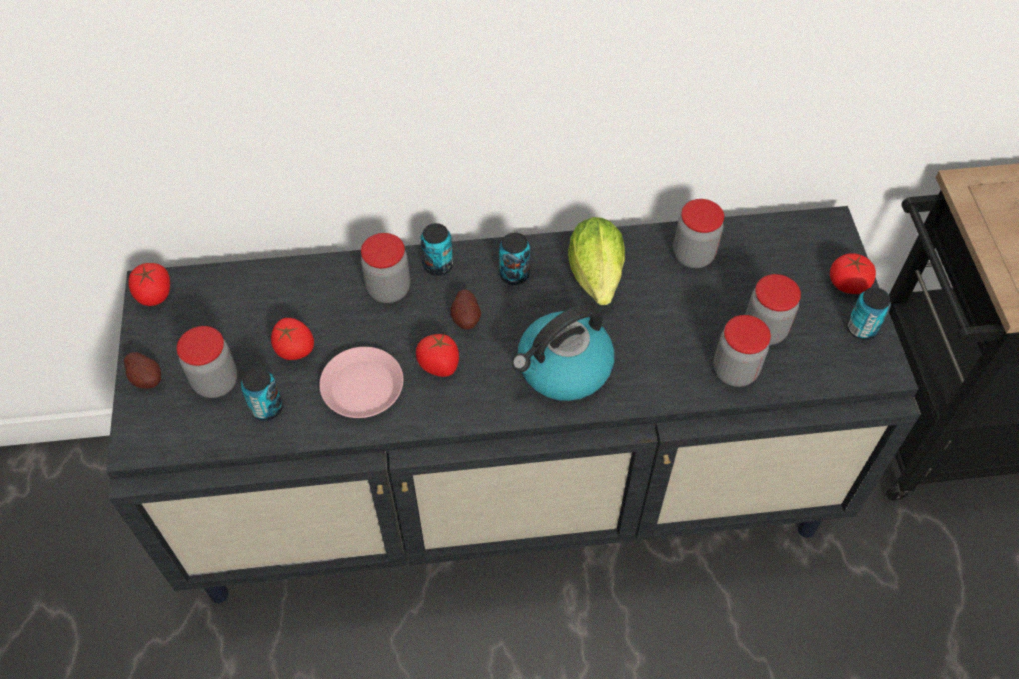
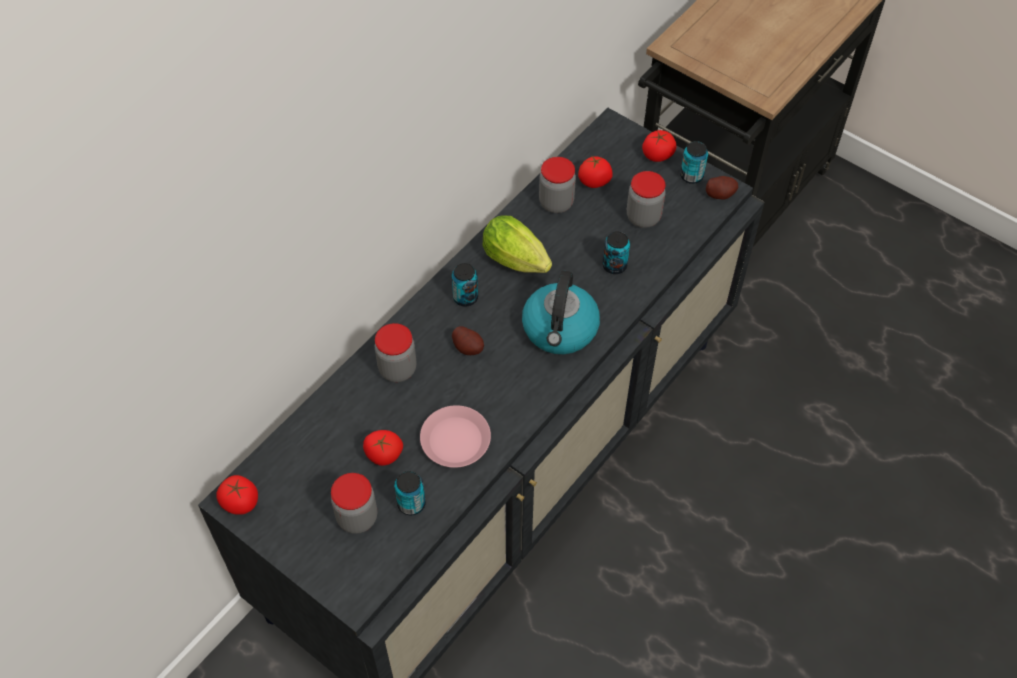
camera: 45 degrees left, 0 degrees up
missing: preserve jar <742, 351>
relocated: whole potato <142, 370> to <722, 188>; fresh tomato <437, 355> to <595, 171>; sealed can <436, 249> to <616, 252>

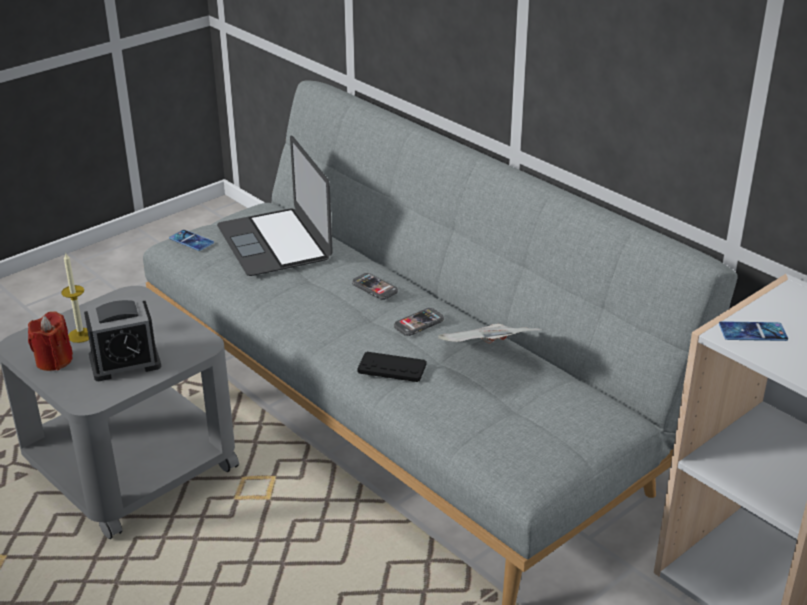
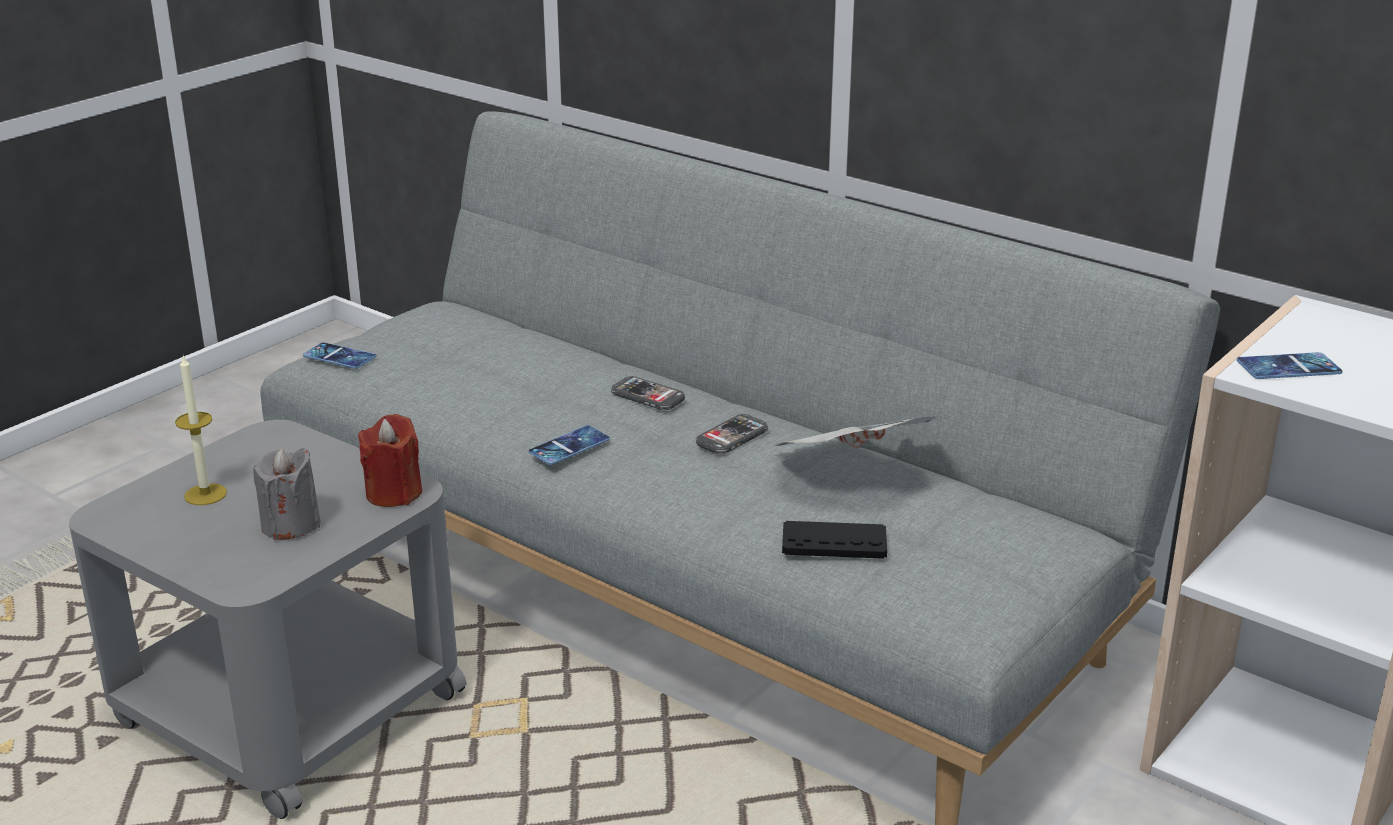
camera: 10 degrees left, 5 degrees down
missing: notebook computer <275, 206>
appeared: handset <569, 445>
relocated: red-coloured wax light <50, 341> to <390, 460>; black gamepad <391, 367> to <834, 540>
exchanged: table clock <122, 338> to greyish wax light <287, 494>

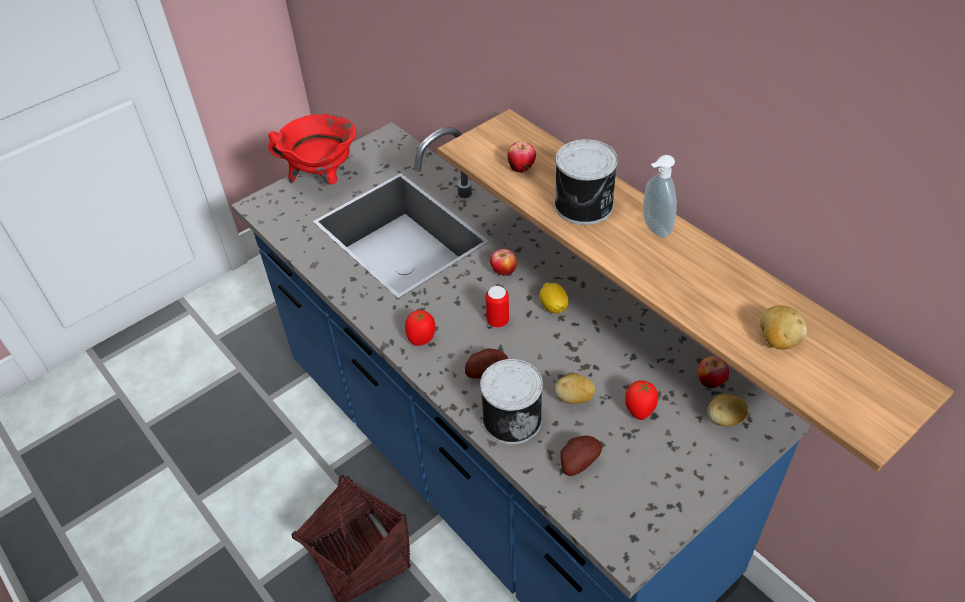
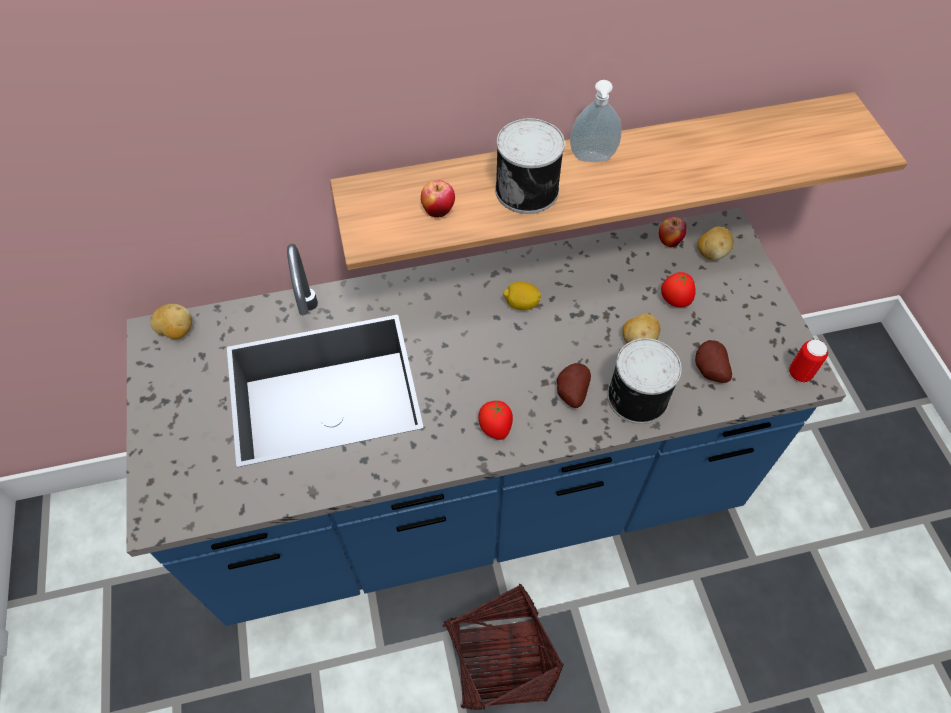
camera: 65 degrees left, 10 degrees up
missing: red-coloured saucepot <312, 149>; apple <503, 262>
relocated: sealed can <497, 307> to <808, 360>; whole potato <783, 327> to <171, 321>

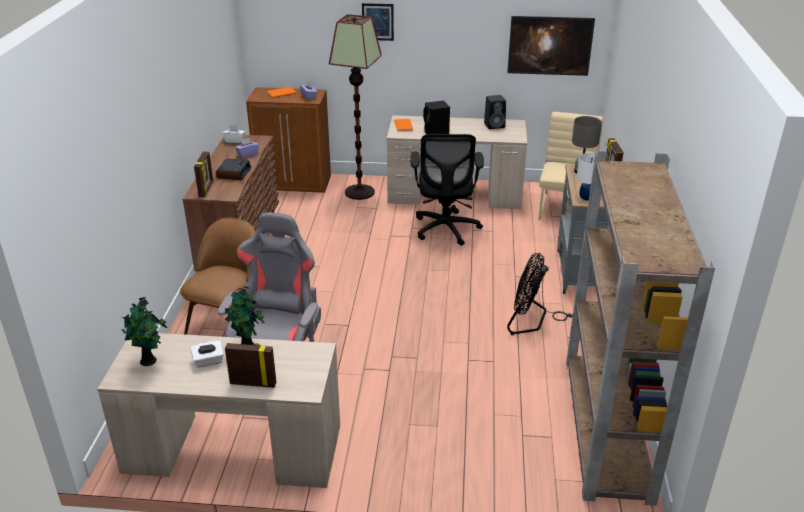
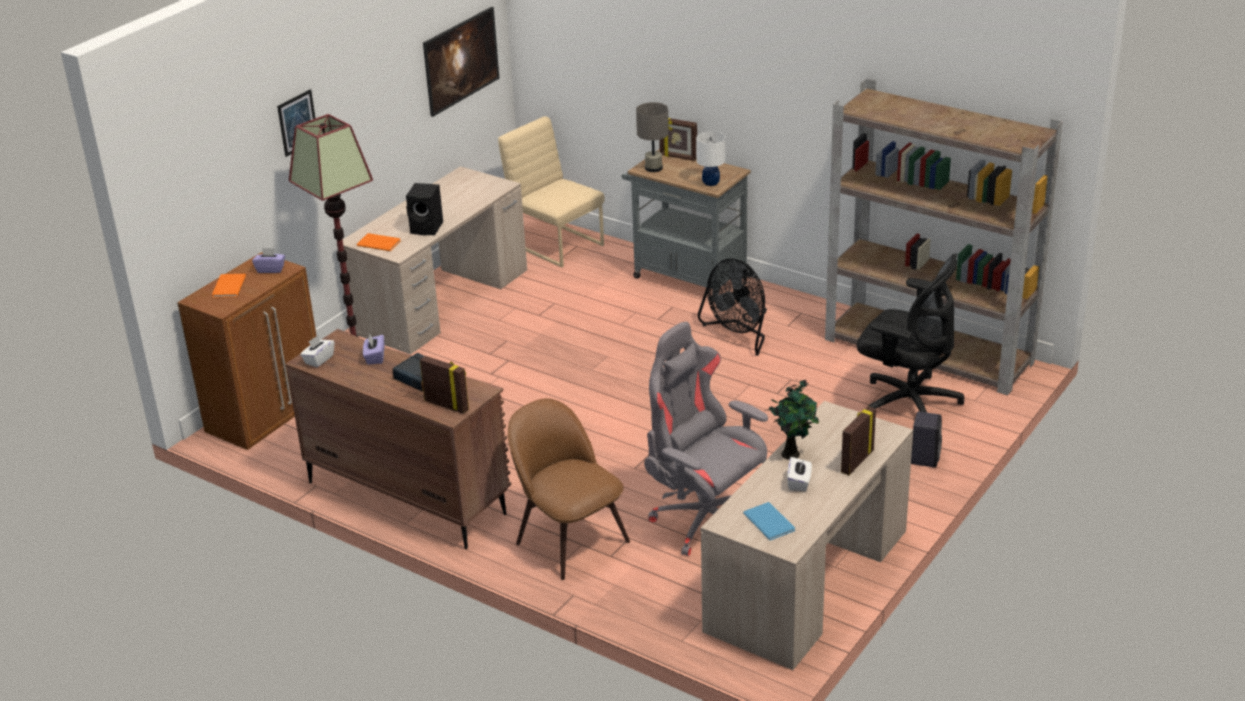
camera: 60 degrees left, 0 degrees up
relocated: black computer chair <447, 190> to <910, 333>; black loudspeaker <495, 112> to <926, 439>
exchanged: potted plant <144, 331> to blue bound book <769, 521>

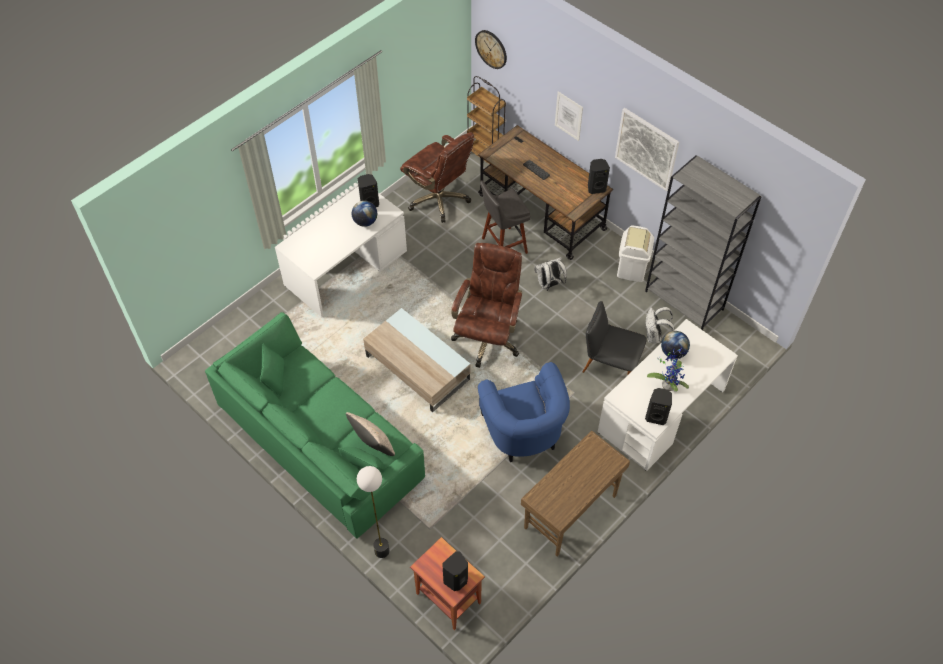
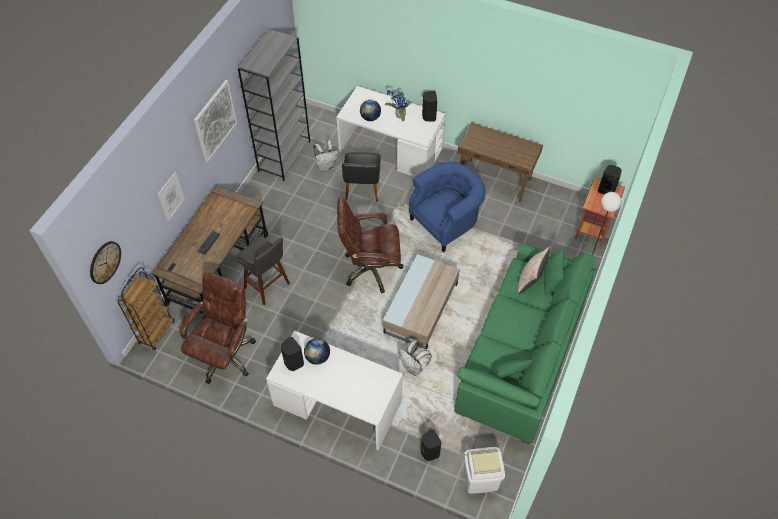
camera: 110 degrees left, 0 degrees up
relocated: white-coloured rucksack <551, 274> to <415, 358>; black loudspeaker <599, 176> to <431, 445>; white-coloured rubbish bin <635, 253> to <484, 470>

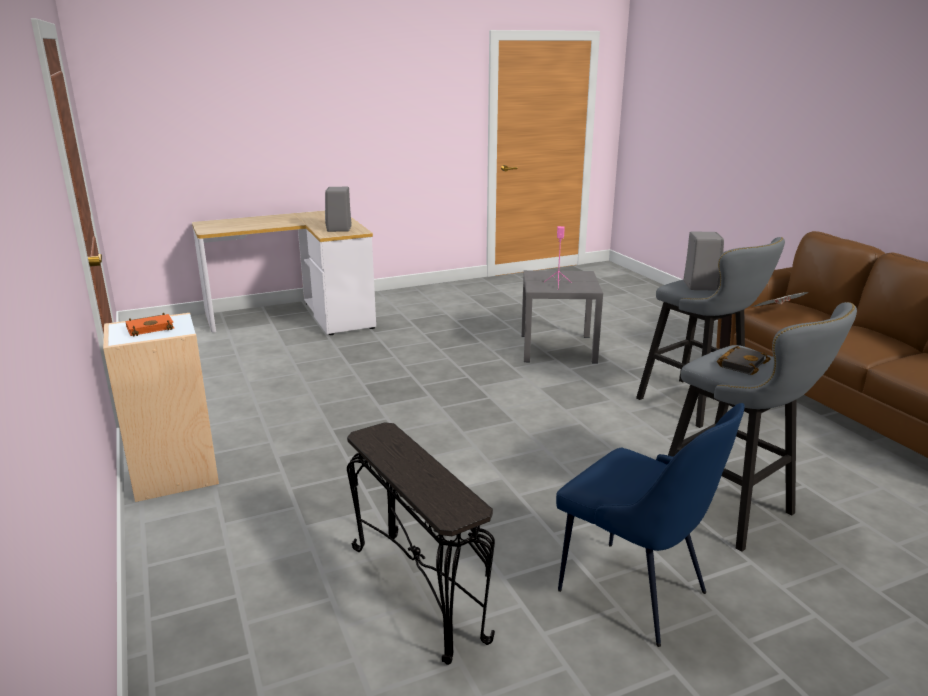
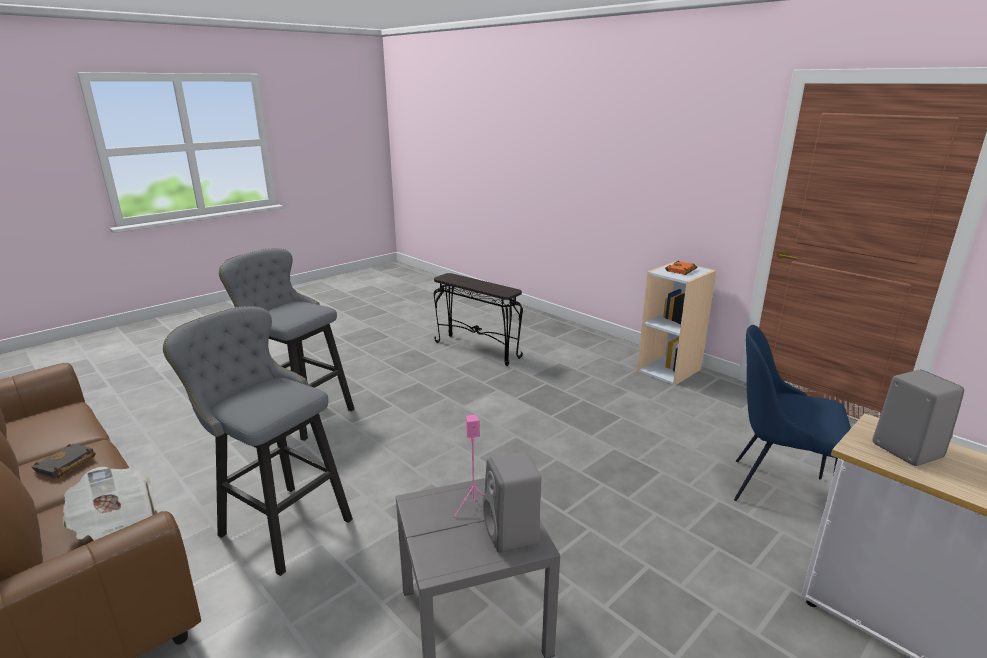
camera: 160 degrees right, 0 degrees up
relocated: blue upright chair <650, 525> to <792, 413>; greyish loudspeaker <704, 261> to <512, 502>; black bound book <744, 360> to <64, 461>

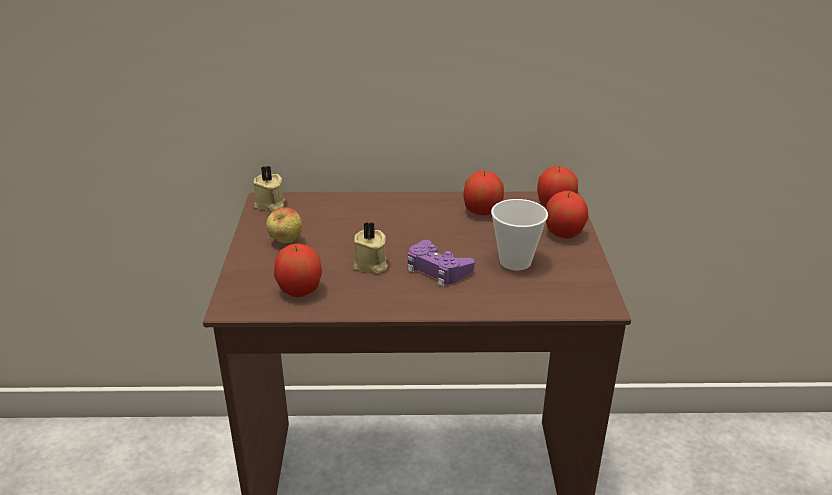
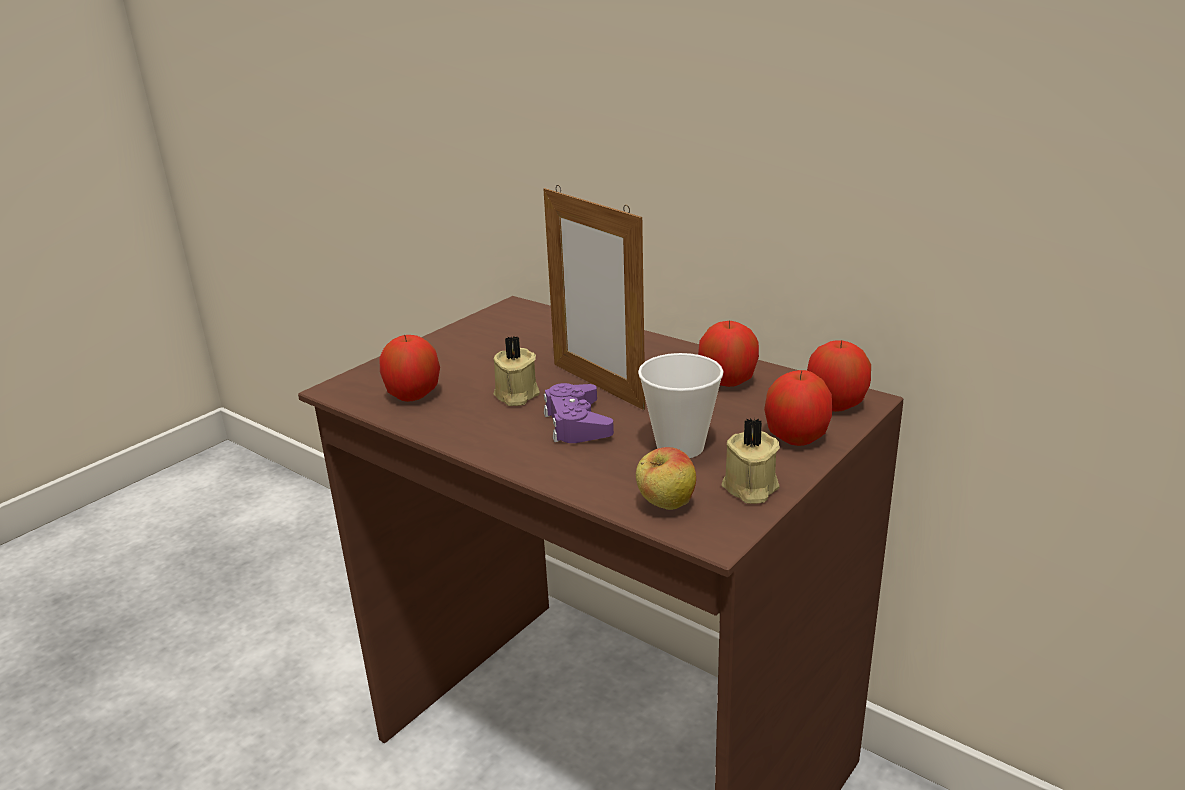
camera: 40 degrees right, 5 degrees down
appeared: picture frame <594, 297>
relocated: beige wax light <269, 188> to <751, 461>; apple <284, 225> to <666, 478>

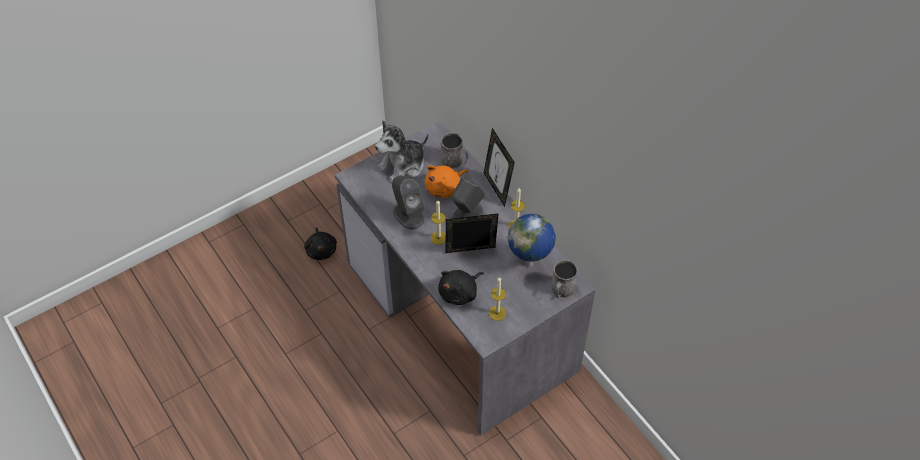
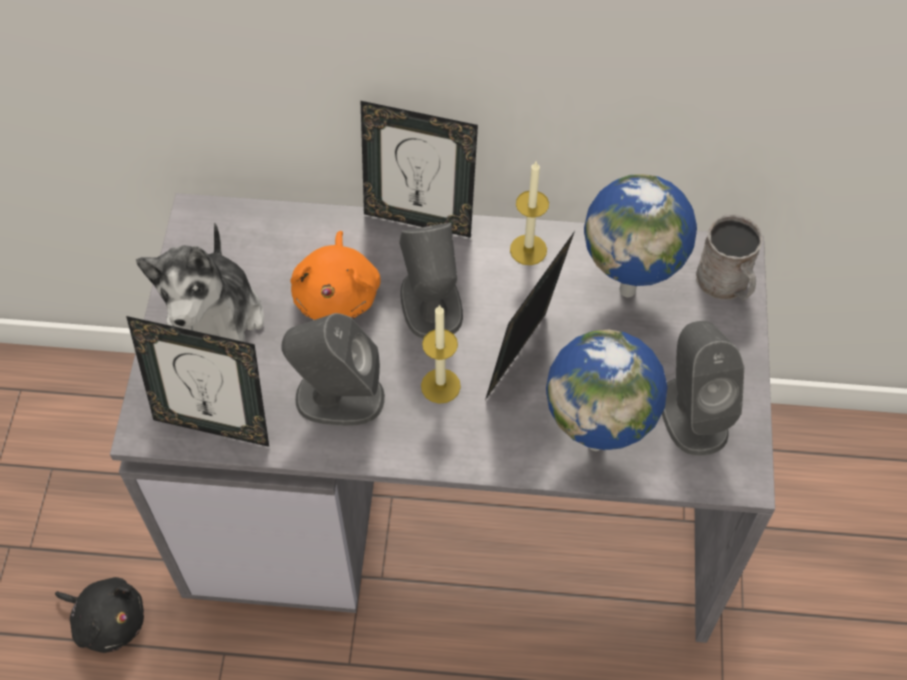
camera: 50 degrees left, 5 degrees up
missing: greyish mug <454, 150>
appeared: picture frame <197, 381>
exchanged: black cuddly toy <461, 287> to world globe <606, 390>; wax light <497, 299> to greyish loudspeaker <703, 388>

